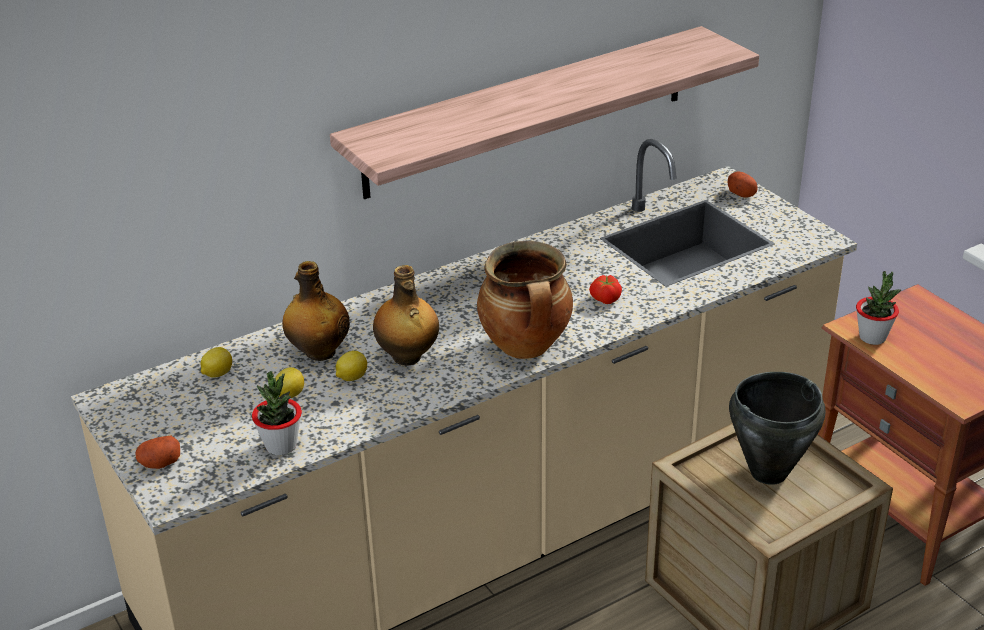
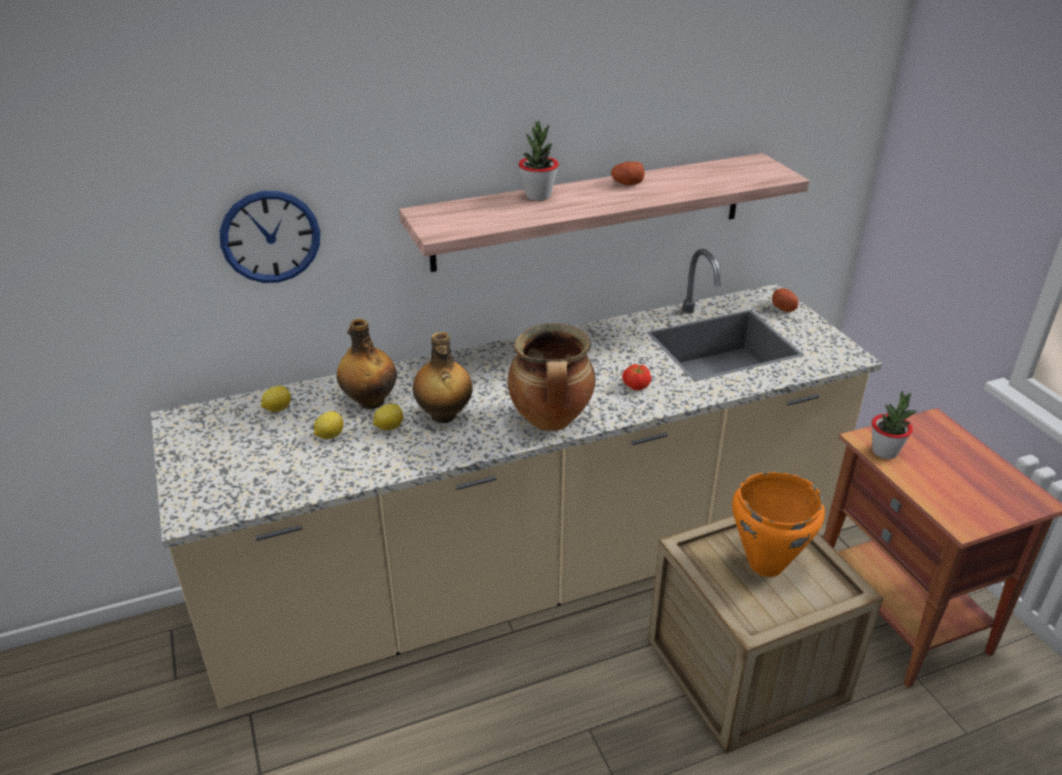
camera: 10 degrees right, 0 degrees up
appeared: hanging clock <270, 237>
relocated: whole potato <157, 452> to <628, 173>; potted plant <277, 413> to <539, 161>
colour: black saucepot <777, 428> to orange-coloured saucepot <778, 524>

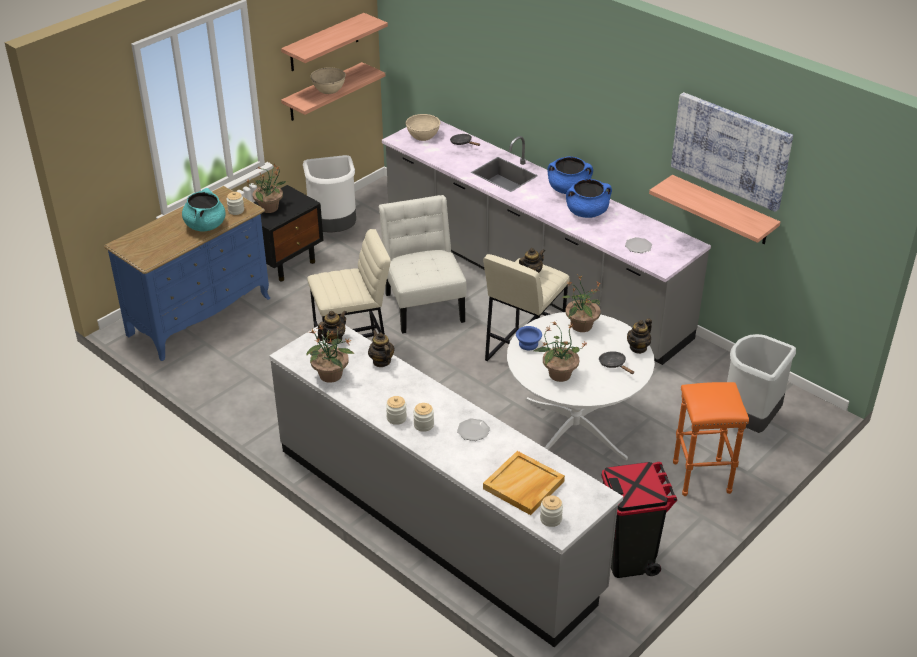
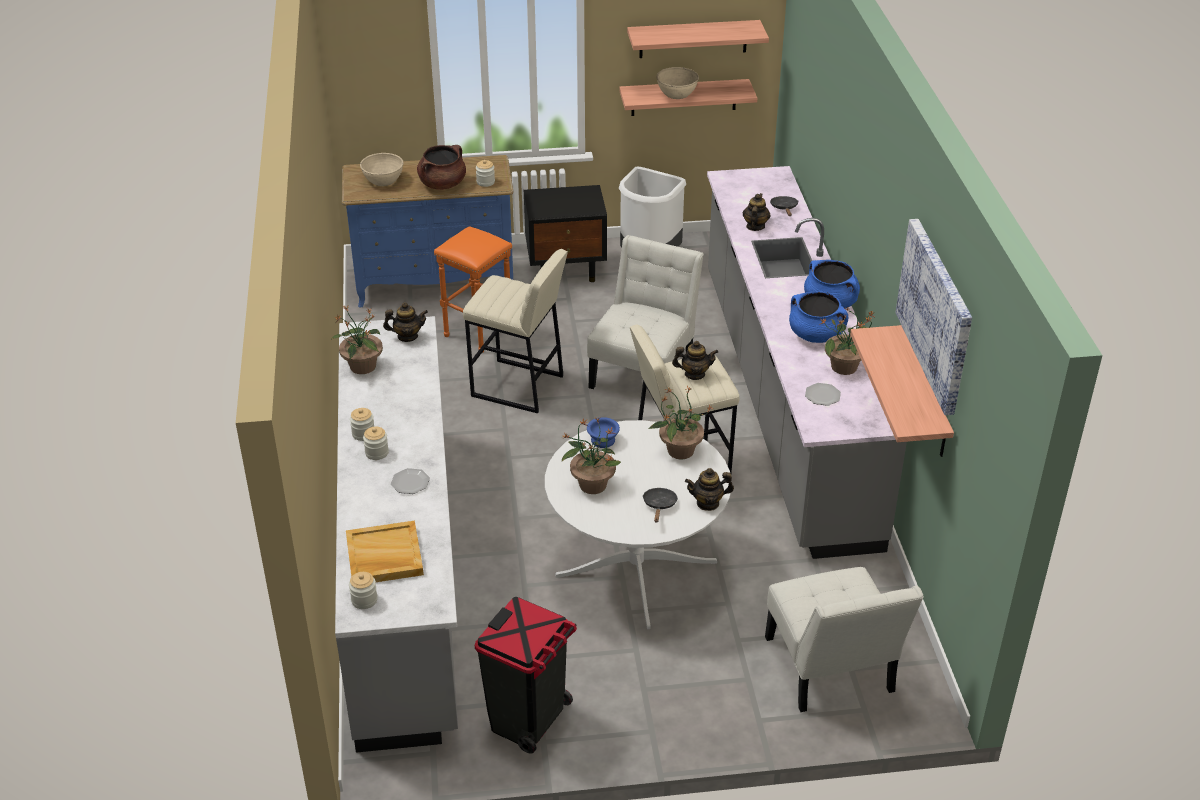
camera: 40 degrees right, 0 degrees up
relocated: potted plant <267, 188> to <847, 340>; teapot <381, 348> to <757, 212>; beige serving bowl <423, 127> to <382, 169>; orange-coloured sitting stool <711, 439> to <473, 289>
exchanged: greyish rubbish bin <761, 383> to white-coloured upright chair <844, 639>
colour: blue-green saucepot <203, 209> to brown-coloured saucepot <441, 167>

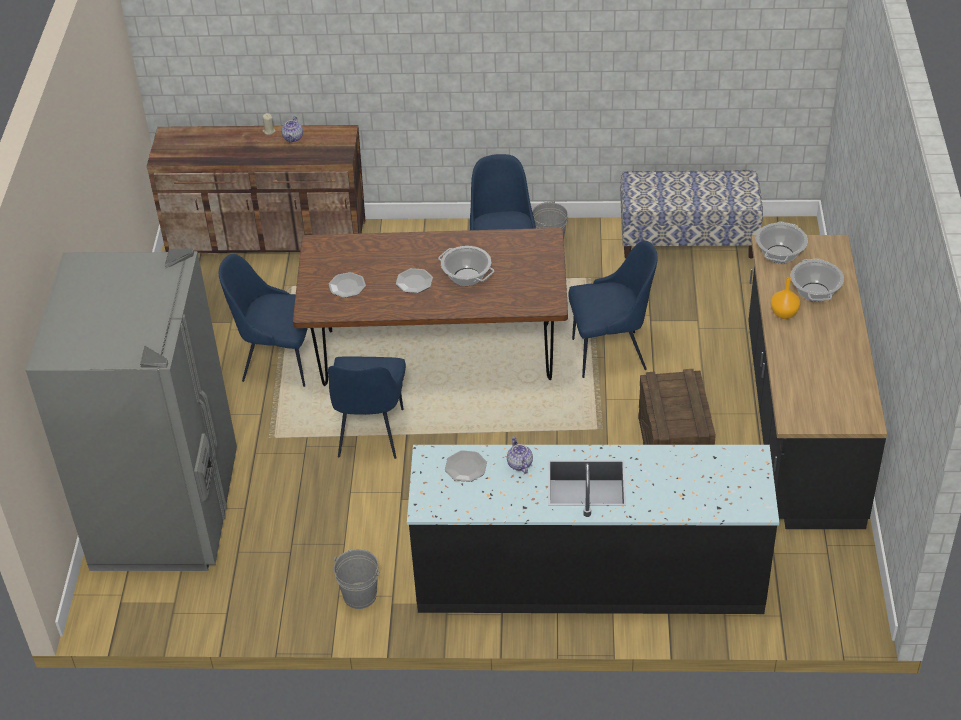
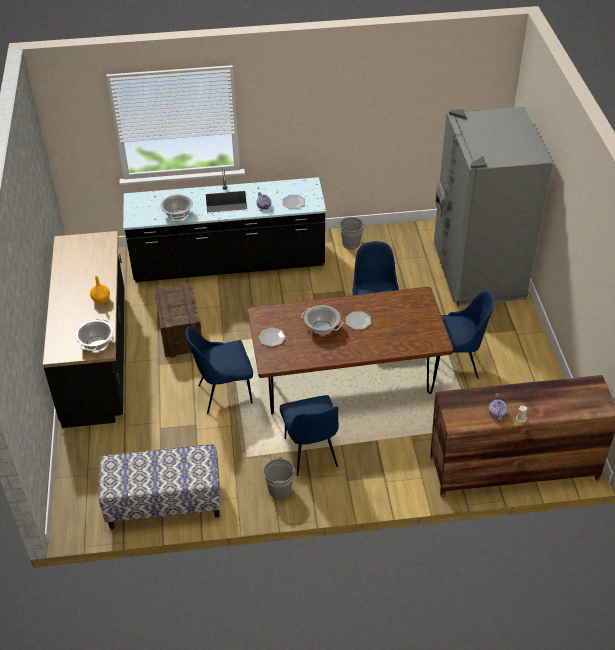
camera: 170 degrees right, 0 degrees up
relocated: flat dish <347, 285> to <272, 337>; saucepot <817, 280> to <176, 207>

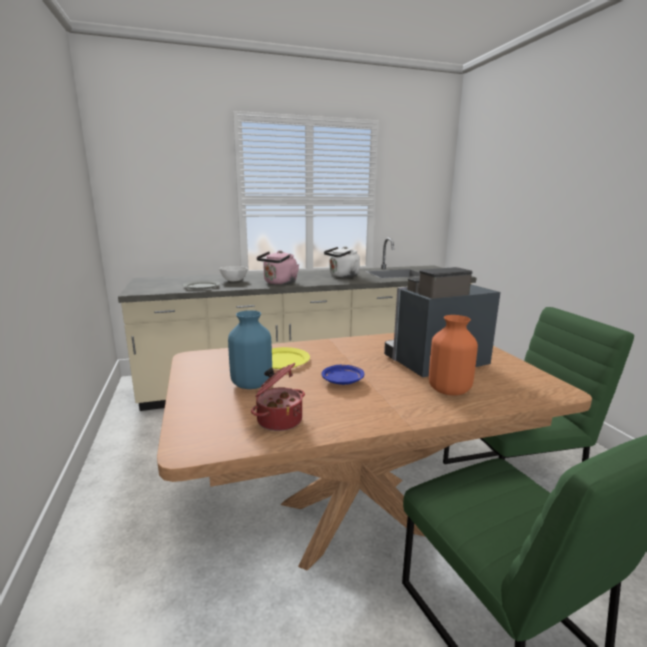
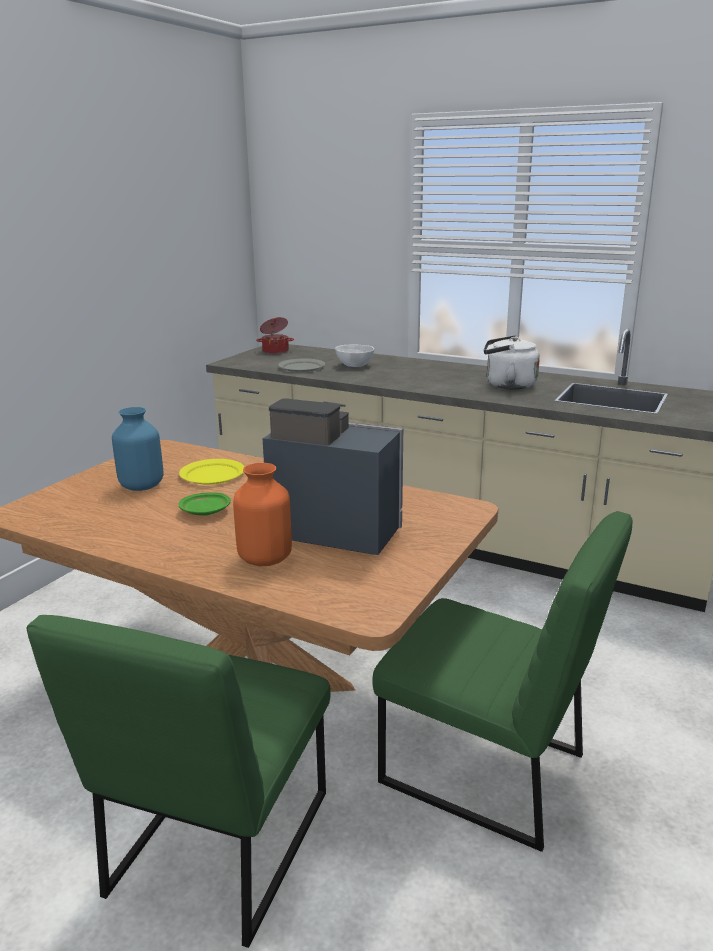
camera: 45 degrees right, 5 degrees up
missing: pinkish tea kettle <278, 267>
relocated: saucepot <278, 397> to <275, 335>
colour: blue flat dish <342, 375> to green-coloured flat dish <204, 504>

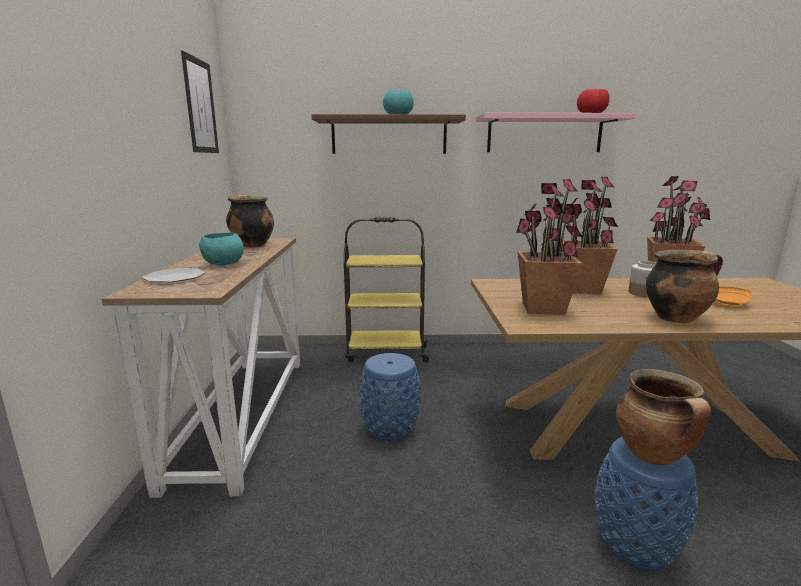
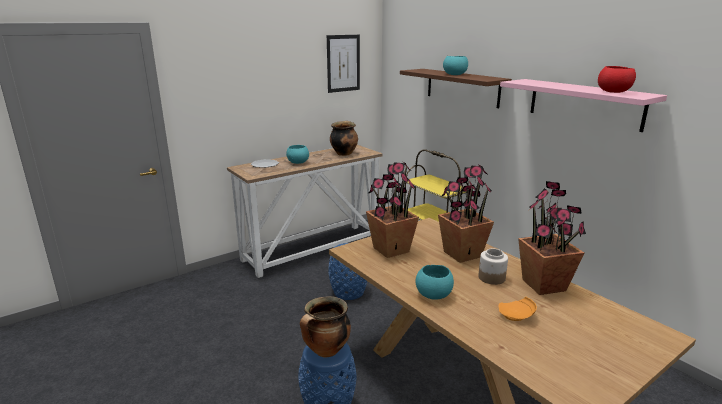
camera: 55 degrees right, 5 degrees up
exchanged: saucepot <684, 286> to blue-green serving bowl <435, 282>

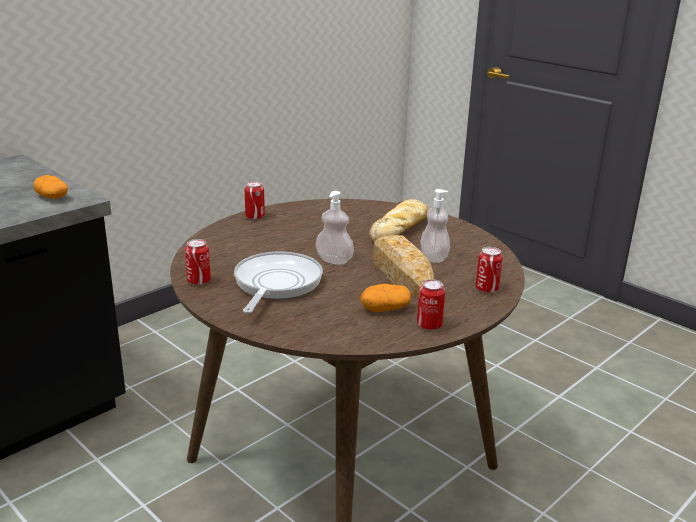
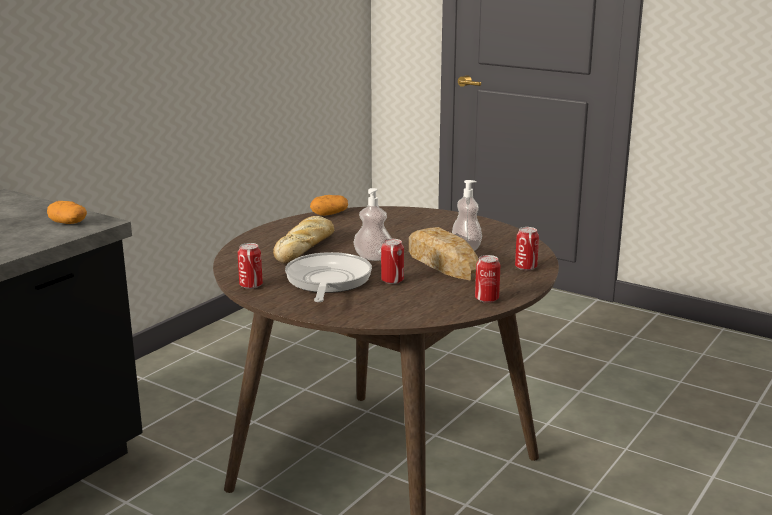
camera: 10 degrees left, 5 degrees down
relocated: sealed can <255, 200> to <392, 261>; whole potato <385, 298> to <329, 205>; bread <399, 221> to <303, 240>

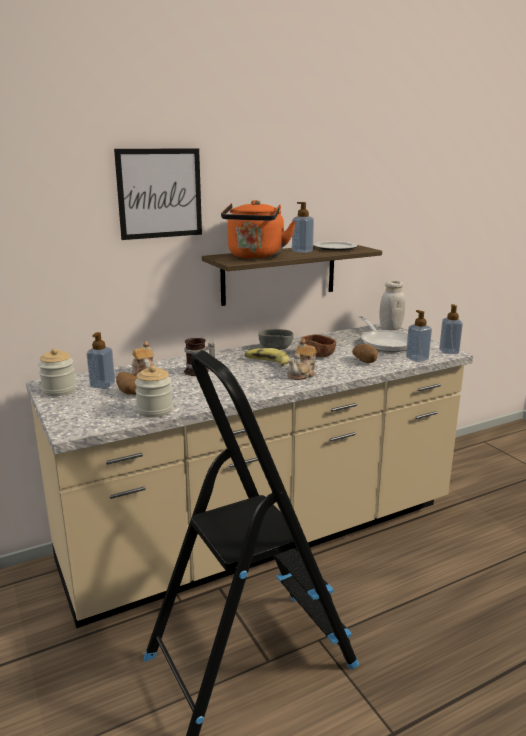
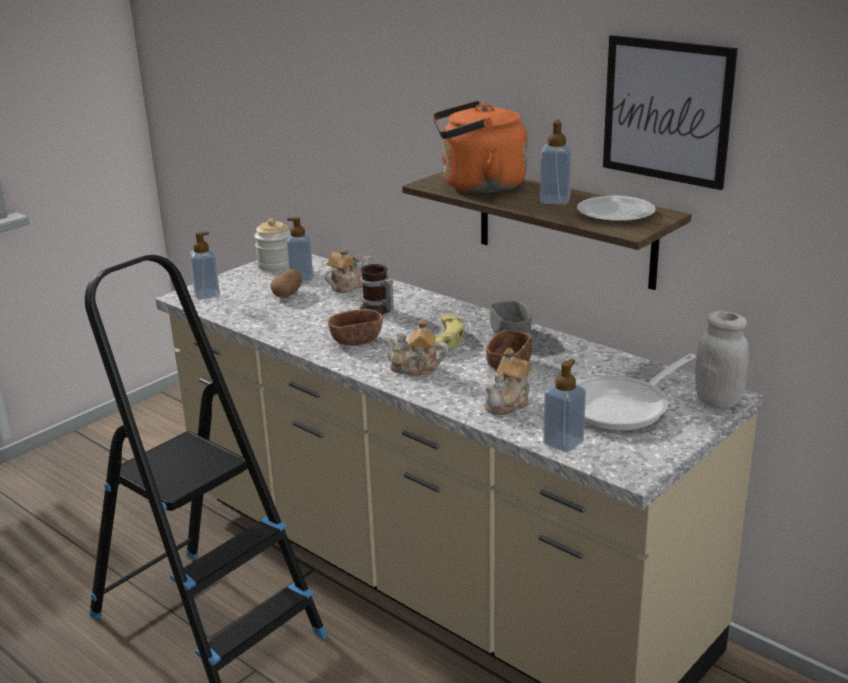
camera: 70 degrees right, 5 degrees up
missing: preserve jar <154, 391>
appeared: brown-coloured serving bowl <355, 327>
relocated: wall picture <158, 194> to <670, 112>; soap dispenser <451, 329> to <204, 266>
exchanged: whole potato <365, 353> to teapot <508, 381>

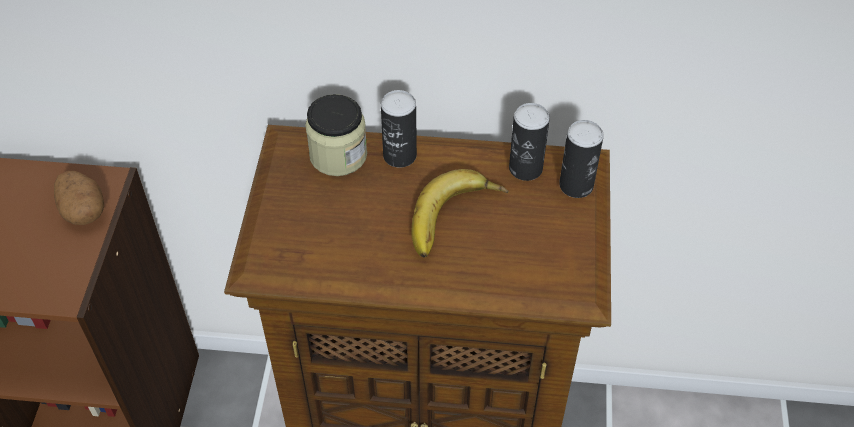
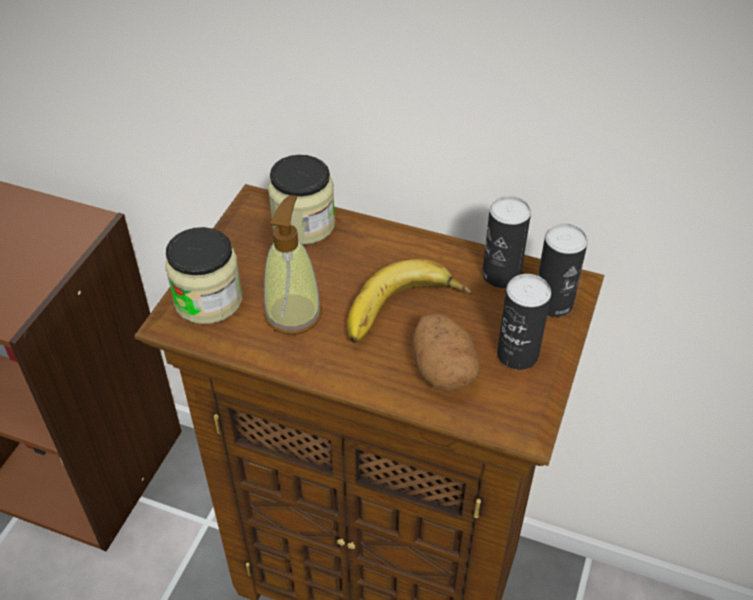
camera: 15 degrees right, 5 degrees down
appeared: preserve jar <203, 275>; soap dispenser <293, 265>
relocated: whole potato <79, 198> to <446, 352>; sealed can <399, 129> to <524, 322>

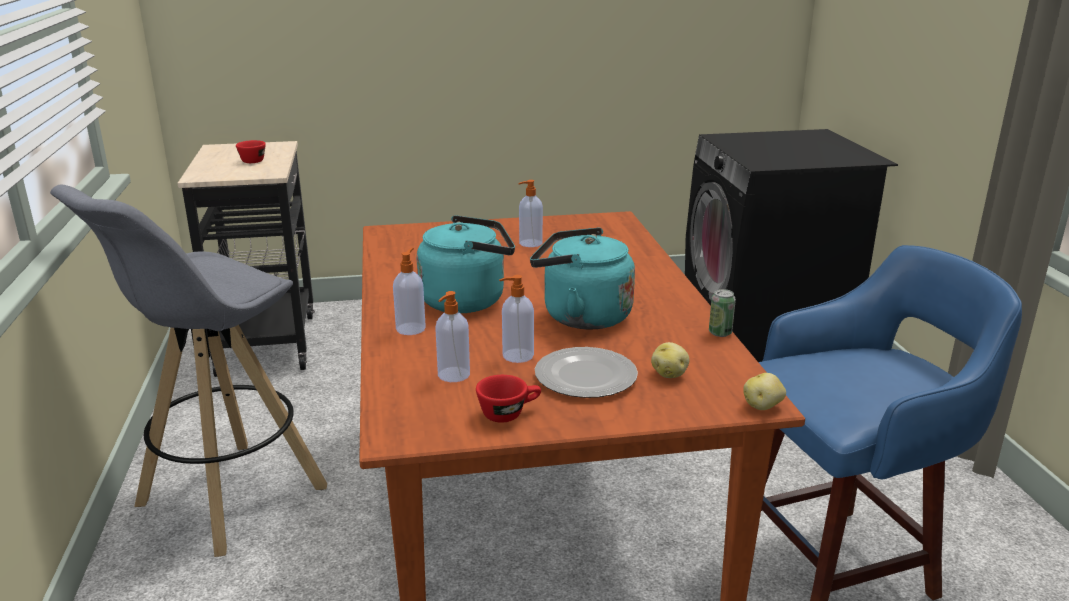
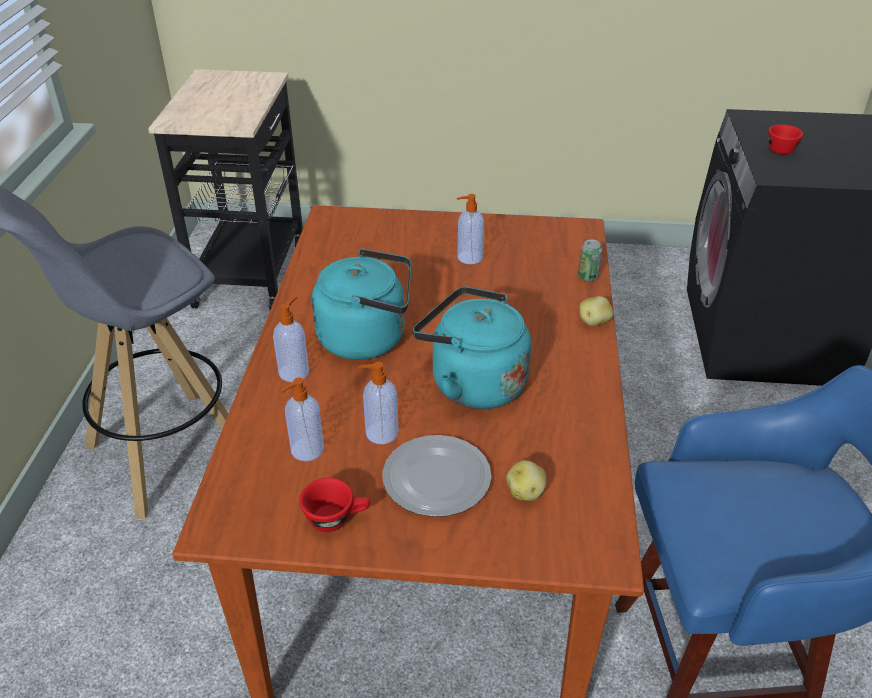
camera: 15 degrees right, 15 degrees up
relocated: red-coloured small cup <251, 151> to <785, 139>; sealed can <722, 313> to <590, 260>; whole potato <764, 391> to <596, 311>

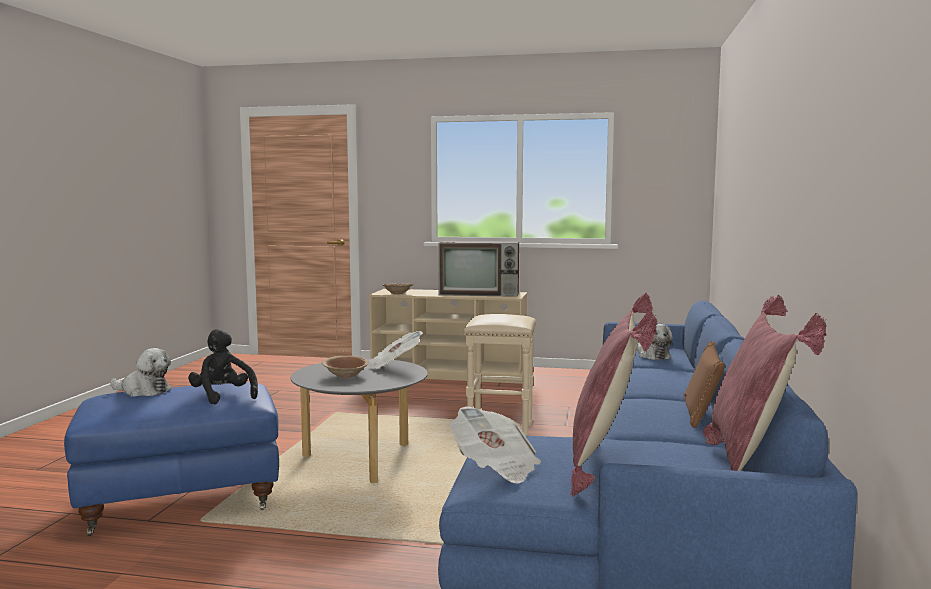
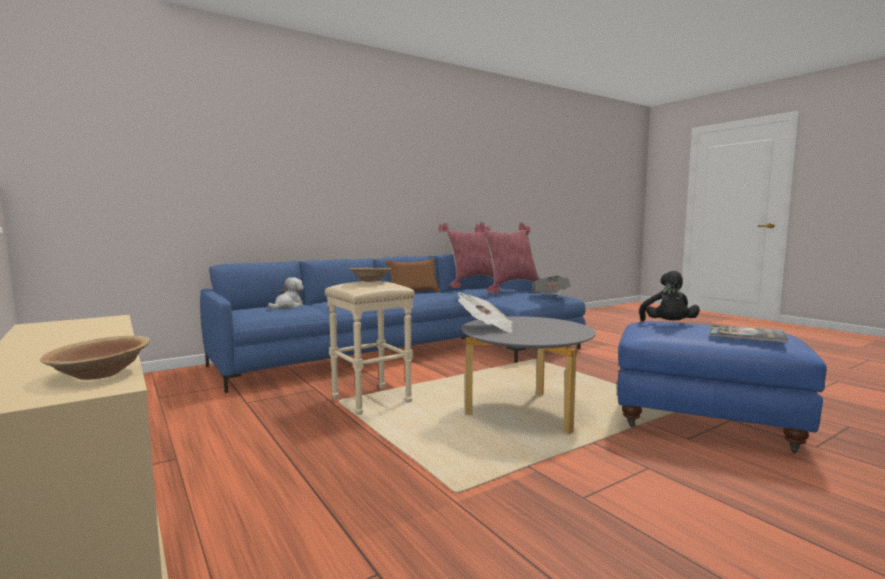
camera: 135 degrees left, 0 degrees up
missing: TV set <478, 269>
relocated: brown-coloured serving bowl <345, 367> to <370, 275>
exchanged: cuddly toy <140, 372> to bound book <749, 334>

